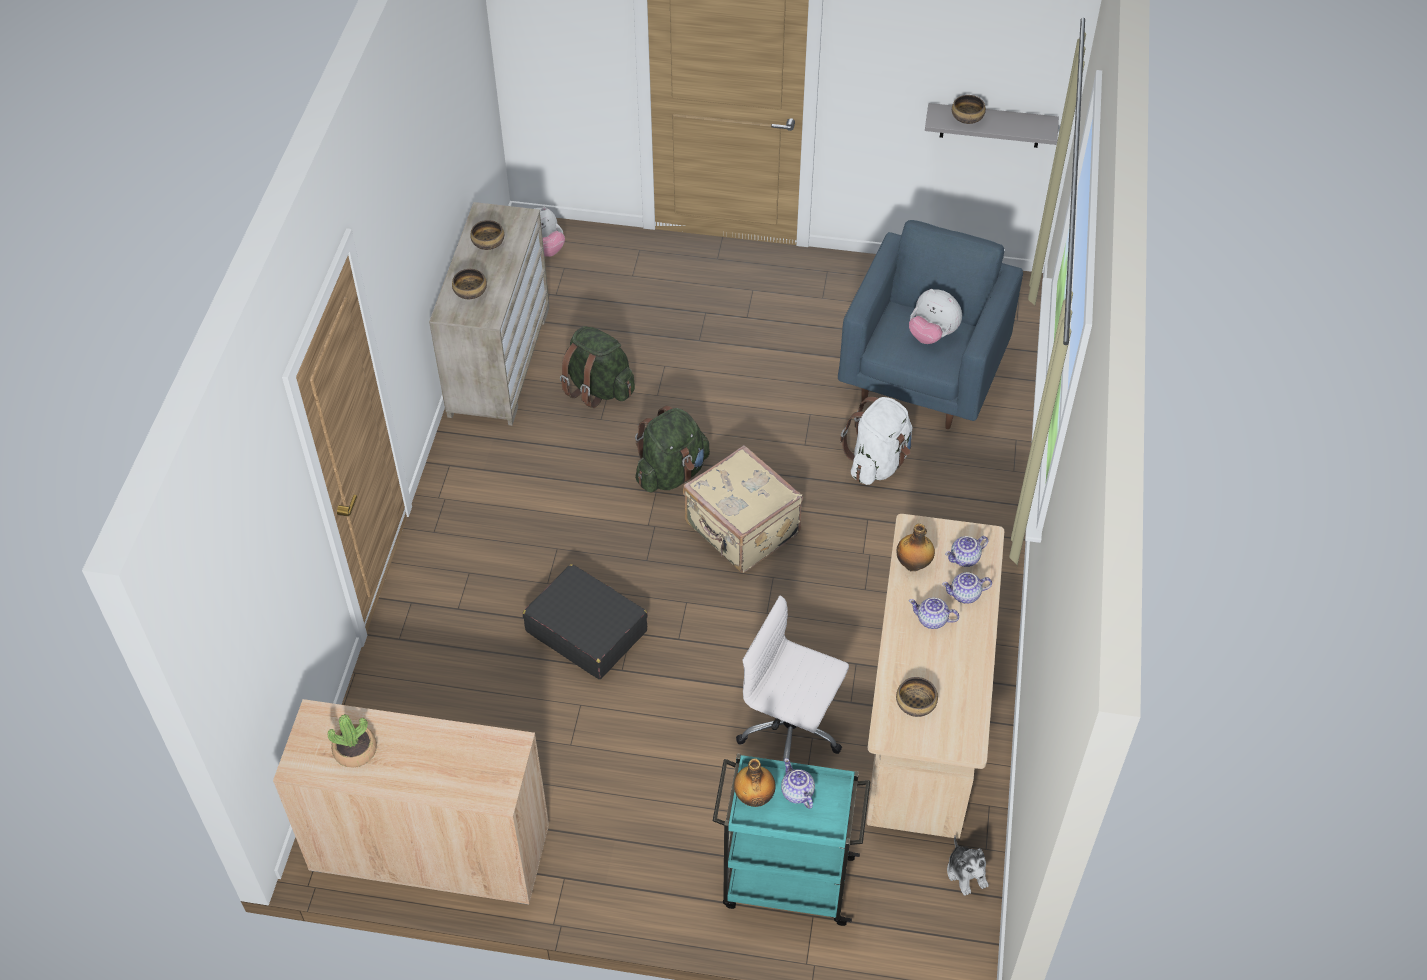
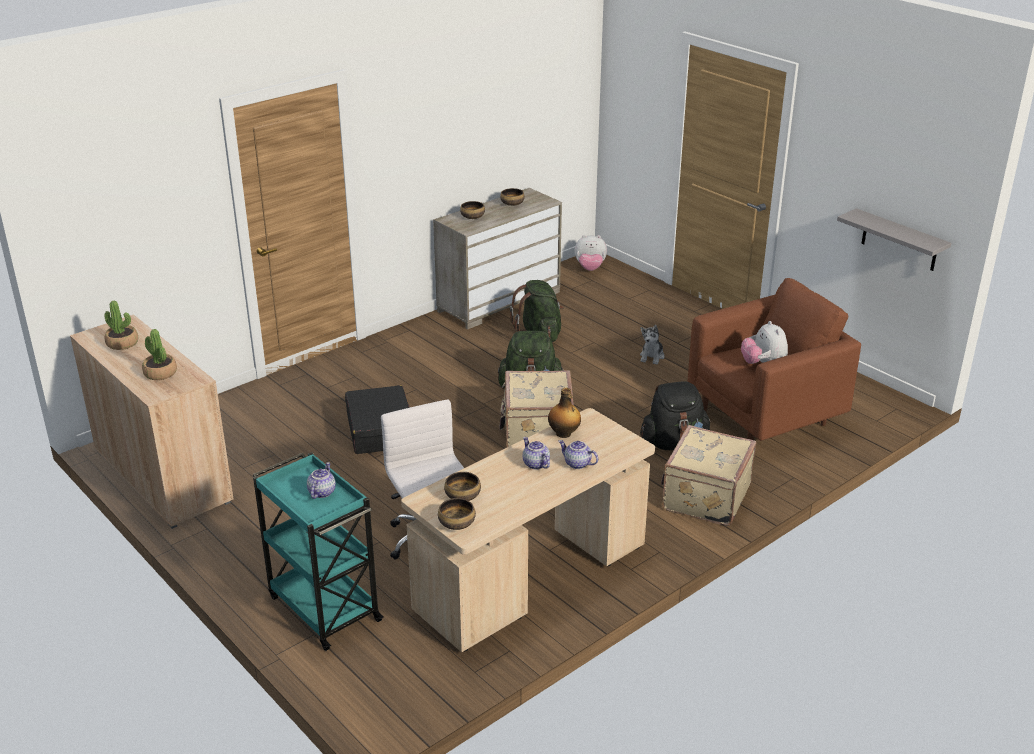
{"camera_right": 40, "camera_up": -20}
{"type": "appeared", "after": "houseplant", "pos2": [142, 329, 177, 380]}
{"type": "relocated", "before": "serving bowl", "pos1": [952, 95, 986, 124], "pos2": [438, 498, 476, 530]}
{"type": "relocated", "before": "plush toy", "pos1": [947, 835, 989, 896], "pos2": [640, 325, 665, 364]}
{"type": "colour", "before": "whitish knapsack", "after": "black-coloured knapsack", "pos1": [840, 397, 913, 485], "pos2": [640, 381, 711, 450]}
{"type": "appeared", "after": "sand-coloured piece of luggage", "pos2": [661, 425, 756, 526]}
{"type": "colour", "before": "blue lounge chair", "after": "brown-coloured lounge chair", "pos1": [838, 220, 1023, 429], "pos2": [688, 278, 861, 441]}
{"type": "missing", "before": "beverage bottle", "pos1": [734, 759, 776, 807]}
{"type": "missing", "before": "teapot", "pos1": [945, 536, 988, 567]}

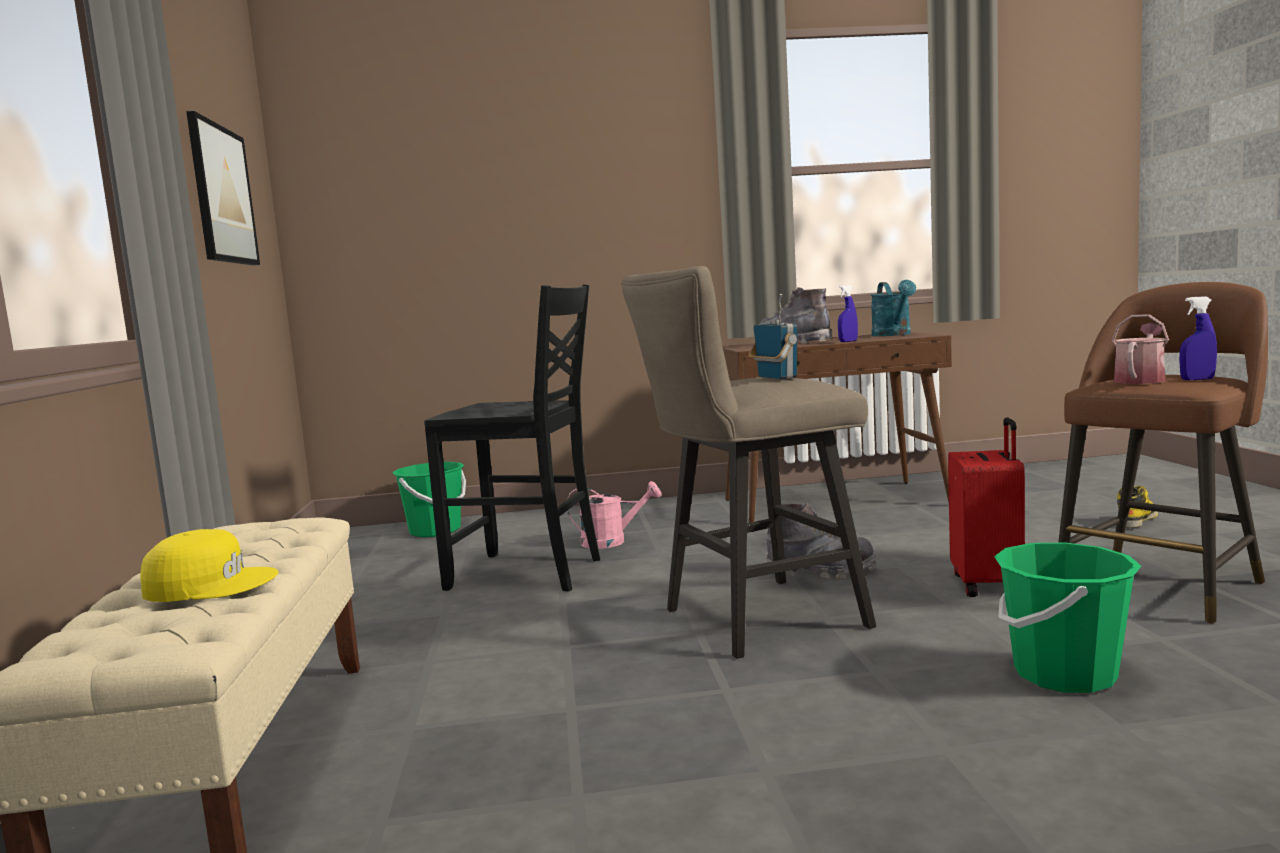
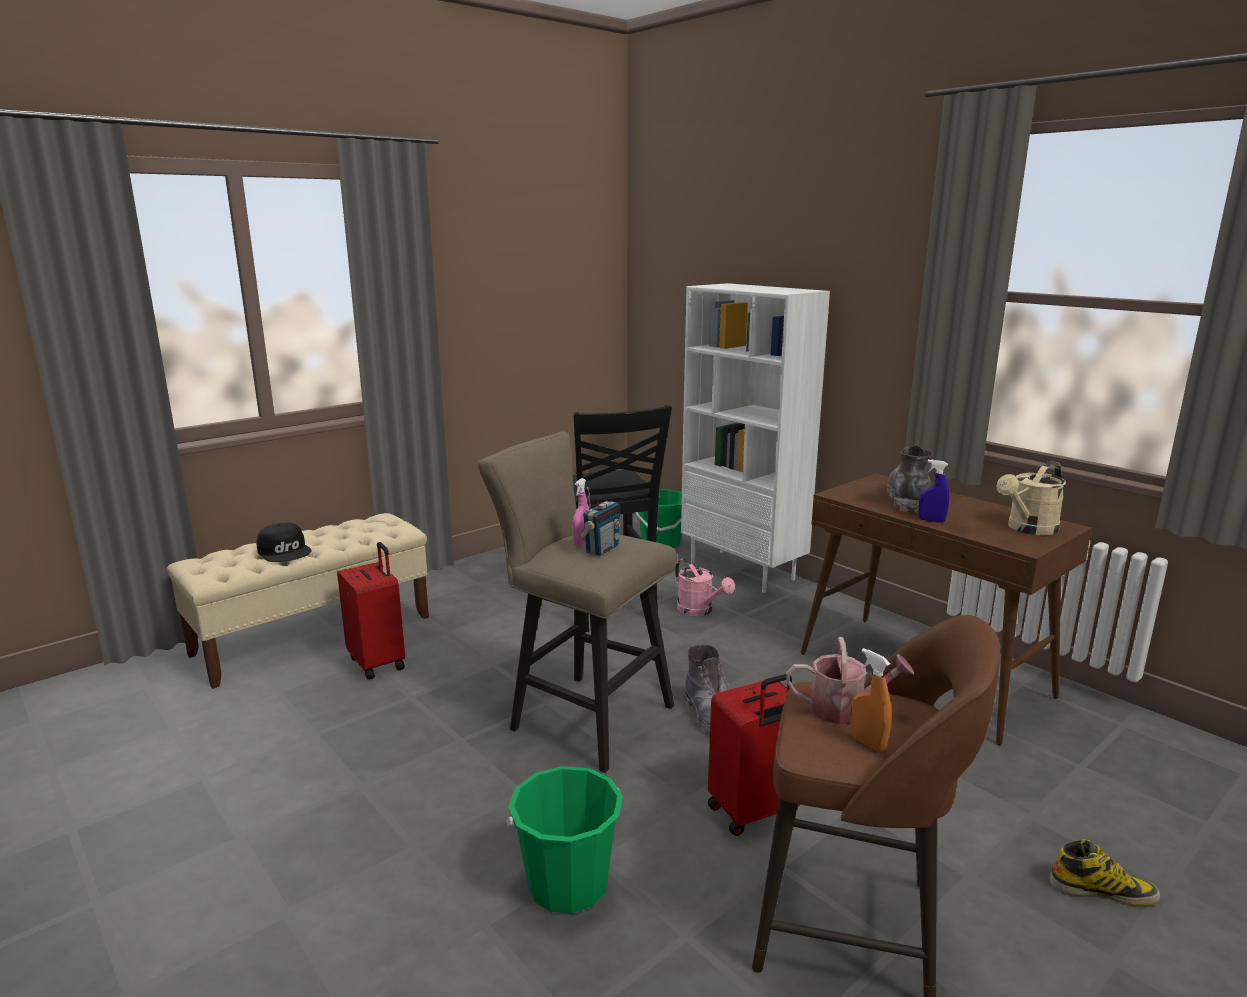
{"camera_right": 55, "camera_up": 10}
{"type": "colour", "before": "yellow baseball cap", "after": "black-coloured baseball cap", "pos1": [140, 529, 278, 602], "pos2": [257, 522, 312, 562]}
{"type": "appeared", "after": "red piece of luggage", "pos2": [337, 542, 405, 680]}
{"type": "appeared", "after": "pink-coloured hand sprayer", "pos2": [573, 478, 589, 546]}
{"type": "appeared", "after": "whitish bookshelf", "pos2": [681, 283, 830, 593]}
{"type": "colour", "before": "blue hand sprayer", "after": "orange-coloured hand sprayer", "pos1": [1179, 296, 1217, 380], "pos2": [850, 648, 892, 752]}
{"type": "colour", "before": "turquoise watering can", "after": "sand-coloured watering can", "pos1": [871, 280, 916, 336], "pos2": [997, 461, 1066, 535]}
{"type": "missing", "before": "picture", "pos1": [186, 111, 260, 265]}

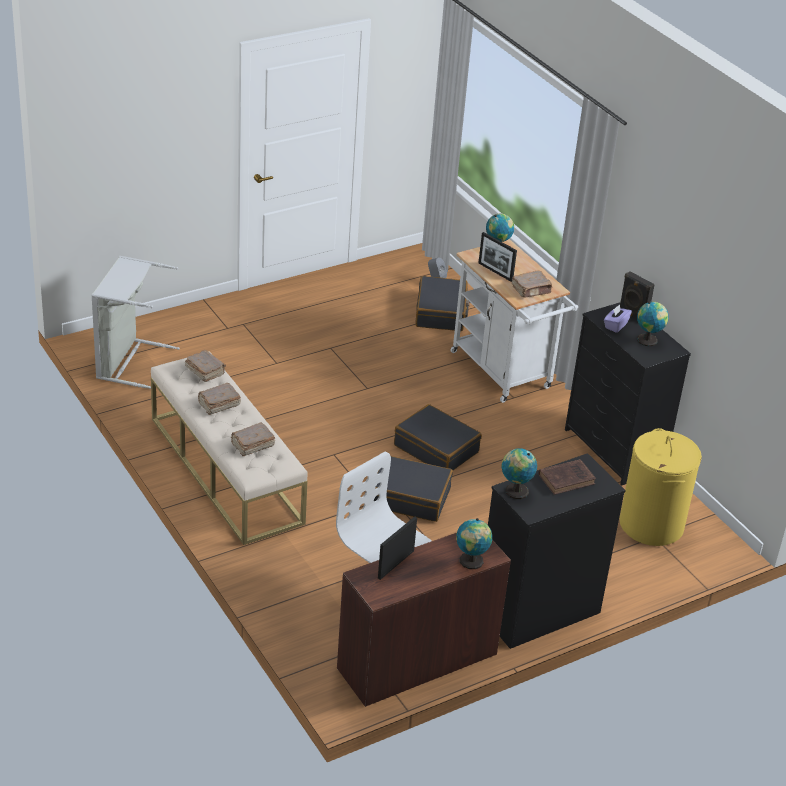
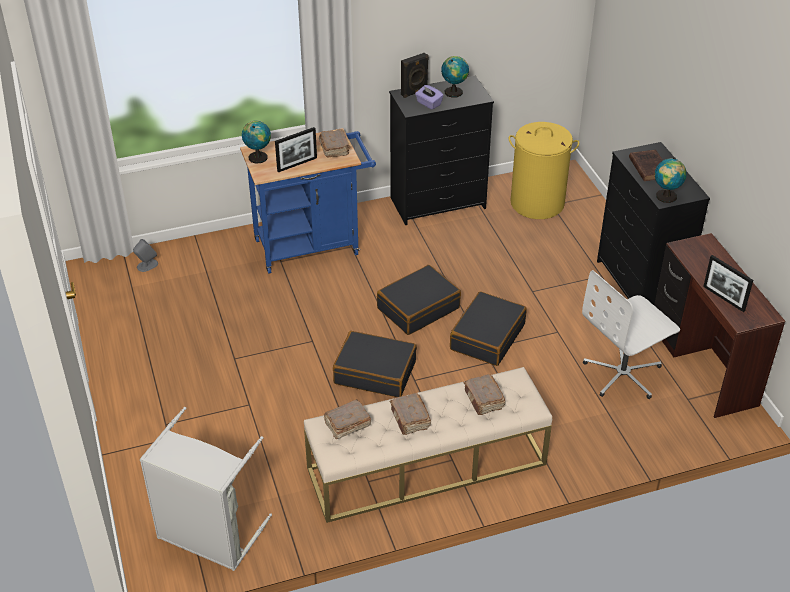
{"camera_right": -75, "camera_up": 5}
{"type": "colour", "before": "whitish wheeled cart", "after": "blue wheeled cart", "pos1": [450, 239, 578, 403], "pos2": [240, 128, 376, 273]}
{"type": "relocated", "before": "black-coloured piece of luggage", "pos1": [416, 276, 470, 331], "pos2": [333, 331, 417, 397]}
{"type": "missing", "before": "desk globe", "pos1": [456, 518, 492, 569]}

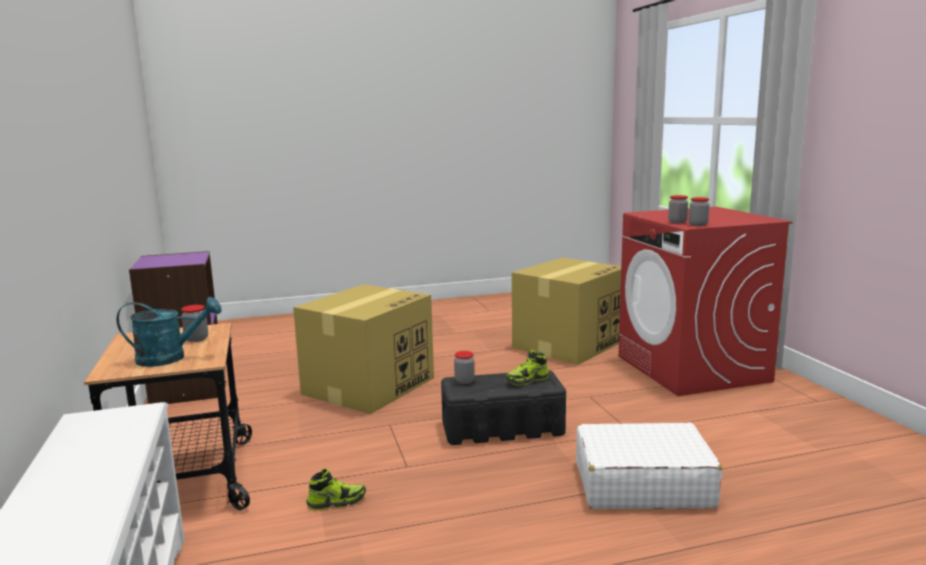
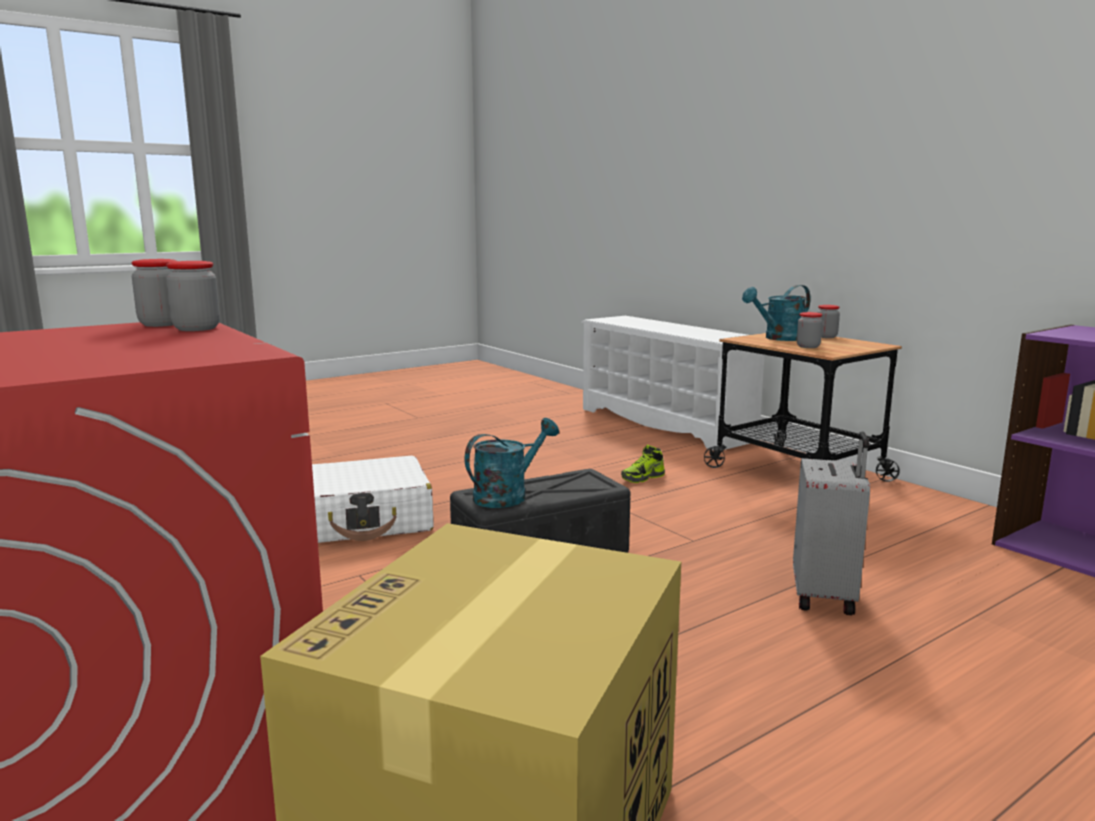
{"camera_right": 160, "camera_up": 0}
{"type": "exchanged", "before": "shoe", "after": "turquoise watering can", "pos1": [505, 349, 549, 386], "pos2": [465, 418, 559, 508]}
{"type": "exchanged", "before": "carton", "after": "grey piece of luggage", "pos1": [293, 284, 434, 414], "pos2": [793, 432, 870, 615]}
{"type": "relocated", "before": "preserve jar", "pos1": [454, 351, 475, 384], "pos2": [817, 305, 840, 338]}

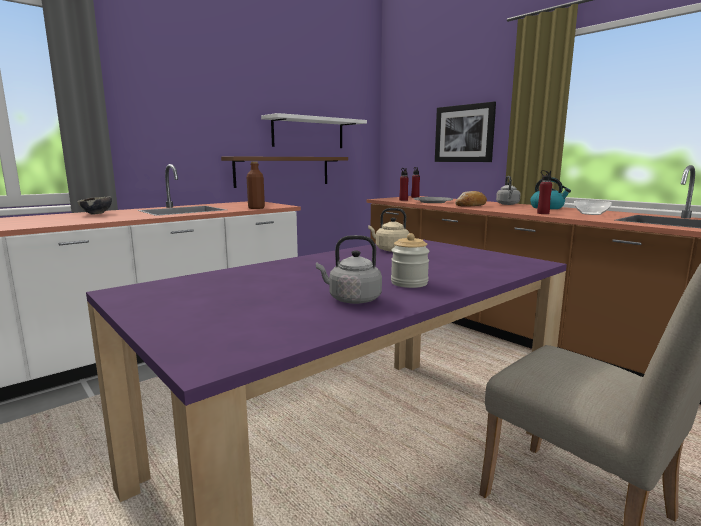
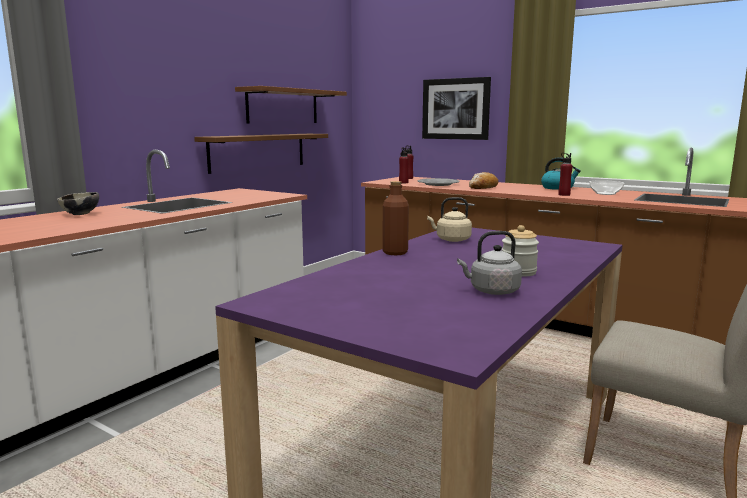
{"camera_right": -15, "camera_up": 0}
{"type": "colour", "before": "whitish bracket shelf", "after": "brown-coloured bracket shelf", "pos1": [261, 113, 367, 148], "pos2": [235, 86, 347, 123]}
{"type": "relocated", "before": "brown-coloured beverage bottle", "pos1": [247, 161, 265, 209], "pos2": [383, 181, 409, 255]}
{"type": "missing", "before": "grey water kettle", "pos1": [496, 176, 520, 205]}

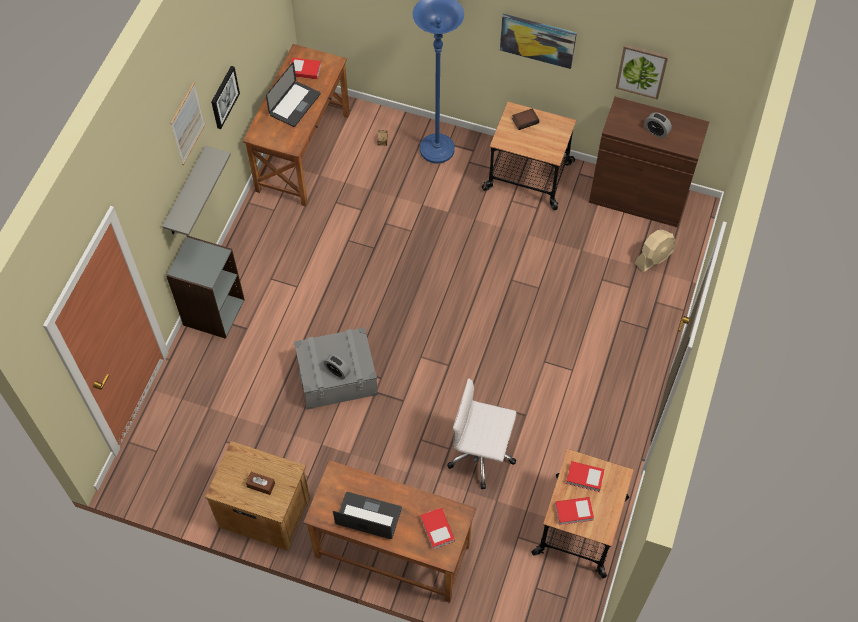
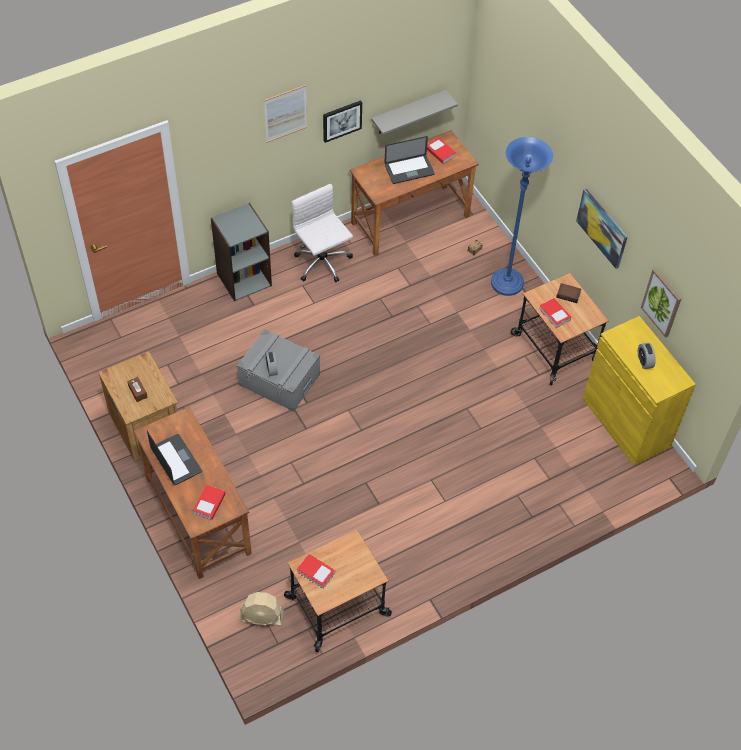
{"camera_right": 40, "camera_up": -5}
{"type": "relocated", "before": "sand-coloured cooling fan", "pos1": [635, 230, 676, 272], "pos2": [240, 592, 285, 626]}
{"type": "relocated", "before": "whitish office chair", "pos1": [447, 378, 516, 489], "pos2": [292, 184, 353, 282]}
{"type": "relocated", "before": "grey bracket shelf", "pos1": [162, 146, 231, 236], "pos2": [371, 90, 458, 135]}
{"type": "relocated", "before": "volume", "pos1": [566, 461, 605, 492], "pos2": [539, 298, 571, 328]}
{"type": "colour", "before": "brown-coloured storage cabinet", "after": "yellow storage cabinet", "pos1": [589, 97, 709, 227], "pos2": [583, 316, 696, 466]}

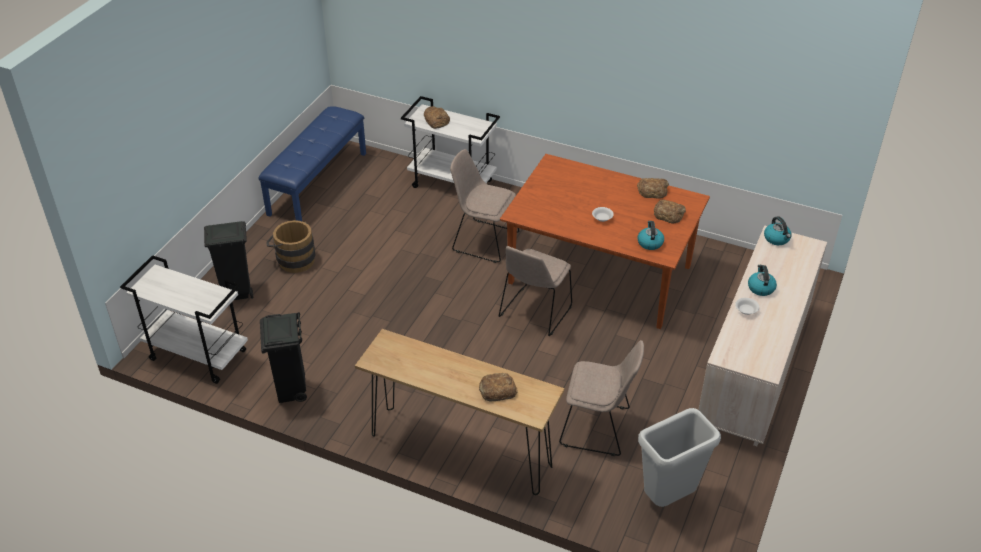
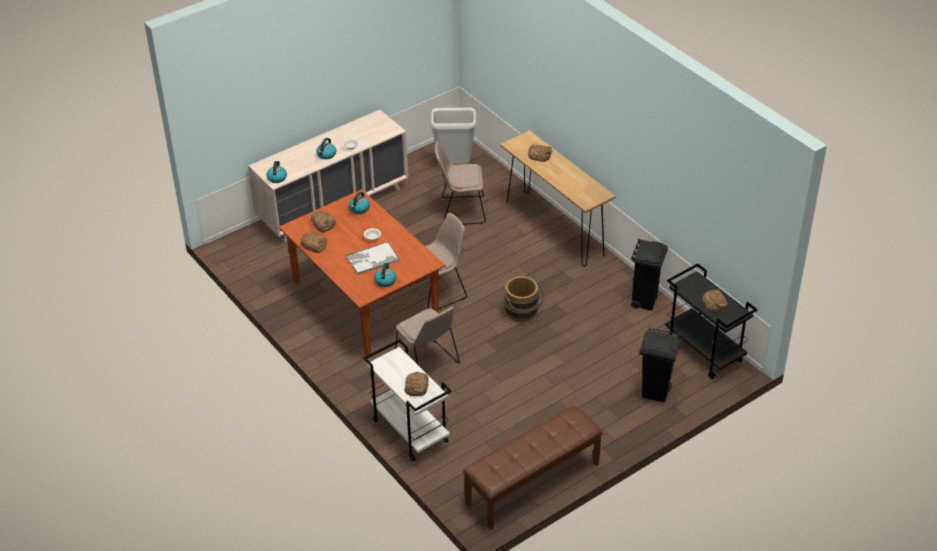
{"camera_right": -150, "camera_up": 0}
{"type": "appeared", "after": "carrying tray", "pos2": [346, 242, 400, 275]}
{"type": "appeared", "after": "water kettle", "pos2": [374, 263, 396, 287]}
{"type": "spun", "before": "sand-coloured upright chair", "pos1": [559, 340, 644, 456], "pos2": [435, 141, 486, 224], "turn": -45}
{"type": "colour", "before": "blue indoor bench", "after": "brown-coloured indoor bench", "pos1": [259, 106, 366, 221], "pos2": [463, 406, 603, 530]}
{"type": "relocated", "before": "brown-coloured water bucket", "pos1": [266, 220, 316, 273], "pos2": [504, 276, 545, 322]}
{"type": "colour", "before": "whitish wheeled cart", "after": "black-coloured wheeled cart", "pos1": [120, 255, 248, 384], "pos2": [665, 263, 758, 379]}
{"type": "appeared", "after": "bakery bread", "pos2": [702, 289, 728, 312]}

